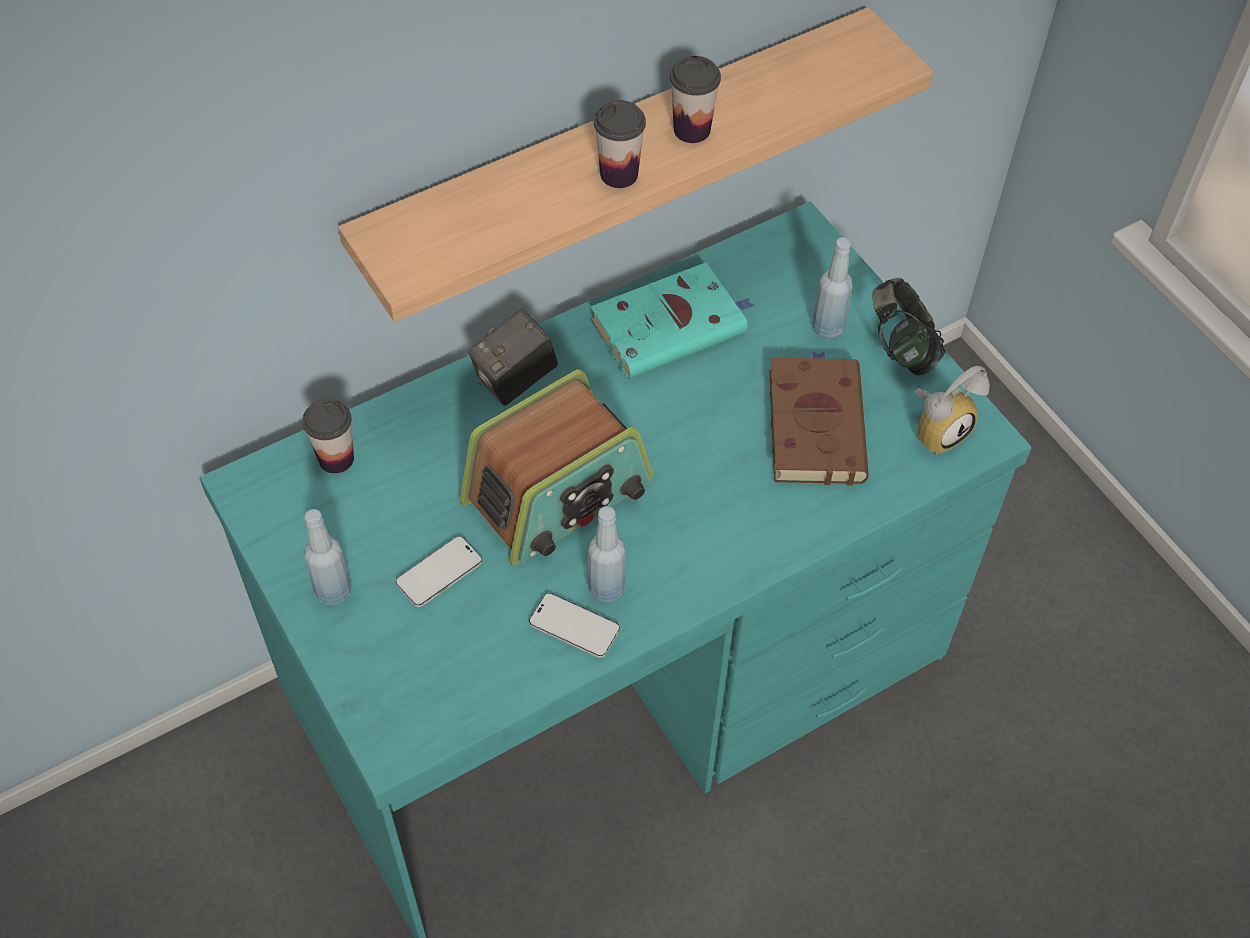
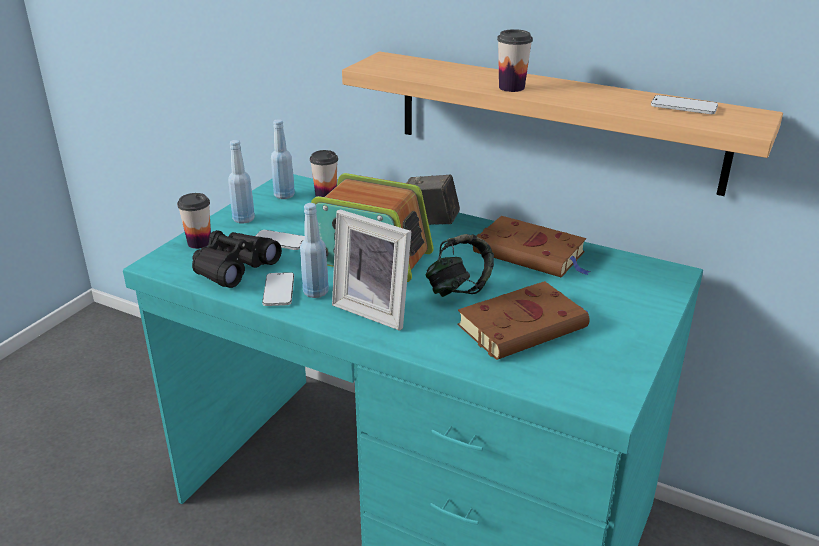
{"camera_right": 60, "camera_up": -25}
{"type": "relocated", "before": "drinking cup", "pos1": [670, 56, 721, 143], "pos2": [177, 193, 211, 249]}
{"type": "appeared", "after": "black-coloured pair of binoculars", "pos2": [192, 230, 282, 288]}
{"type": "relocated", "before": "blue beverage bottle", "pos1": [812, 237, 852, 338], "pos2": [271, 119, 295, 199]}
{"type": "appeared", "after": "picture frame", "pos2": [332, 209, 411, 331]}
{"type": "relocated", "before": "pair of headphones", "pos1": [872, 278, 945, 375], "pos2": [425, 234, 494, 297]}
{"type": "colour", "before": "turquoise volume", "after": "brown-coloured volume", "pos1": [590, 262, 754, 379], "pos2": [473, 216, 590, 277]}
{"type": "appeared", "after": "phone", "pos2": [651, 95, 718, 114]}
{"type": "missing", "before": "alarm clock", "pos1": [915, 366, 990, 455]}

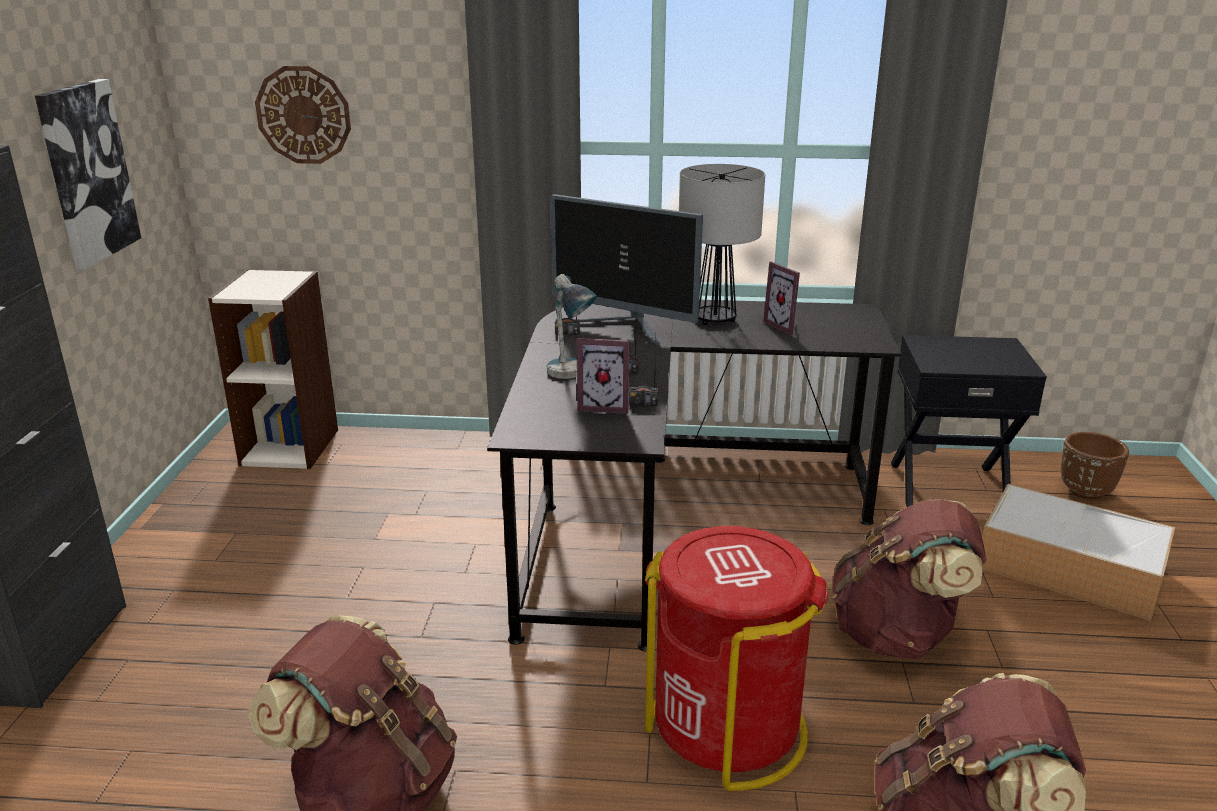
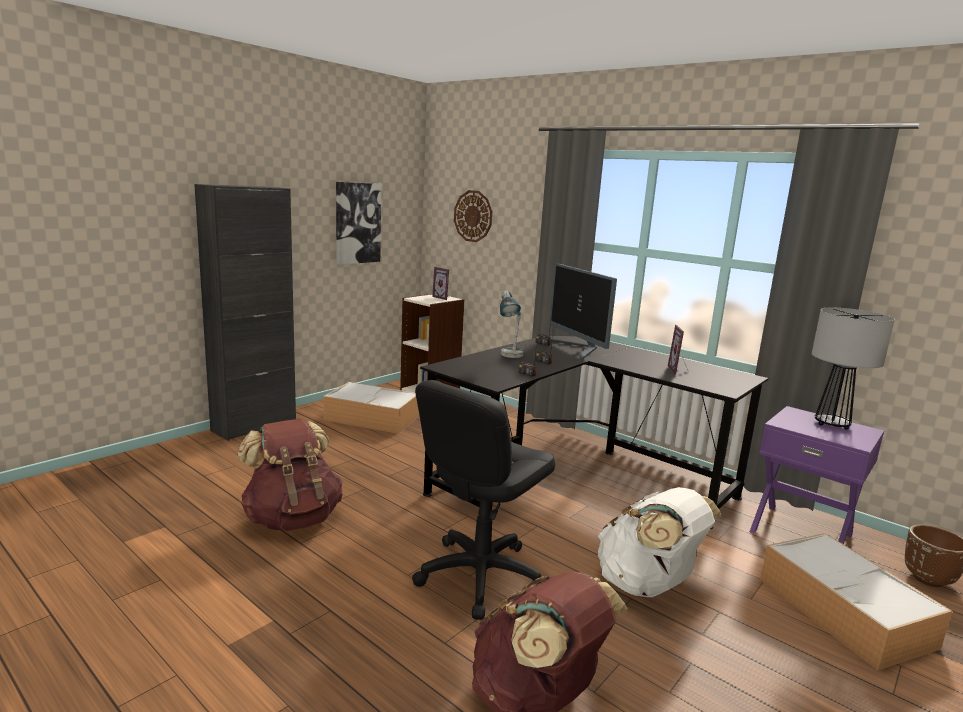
{"camera_right": 35, "camera_up": -10}
{"type": "appeared", "after": "storage bin", "pos2": [323, 382, 419, 434]}
{"type": "exchanged", "before": "red rubbish bin", "after": "black-coloured office chair", "pos1": [645, 526, 828, 791], "pos2": [412, 380, 555, 620]}
{"type": "relocated", "before": "picture frame", "pos1": [577, 338, 629, 414], "pos2": [432, 267, 449, 300]}
{"type": "colour", "before": "brown-coloured knapsack", "after": "whitish knapsack", "pos1": [832, 499, 986, 659], "pos2": [598, 487, 721, 597]}
{"type": "colour", "before": "black-coloured bedside table", "after": "purple-coloured bedside table", "pos1": [891, 335, 1047, 507], "pos2": [750, 406, 884, 544]}
{"type": "relocated", "before": "lamp for a table", "pos1": [679, 164, 765, 325], "pos2": [812, 308, 895, 429]}

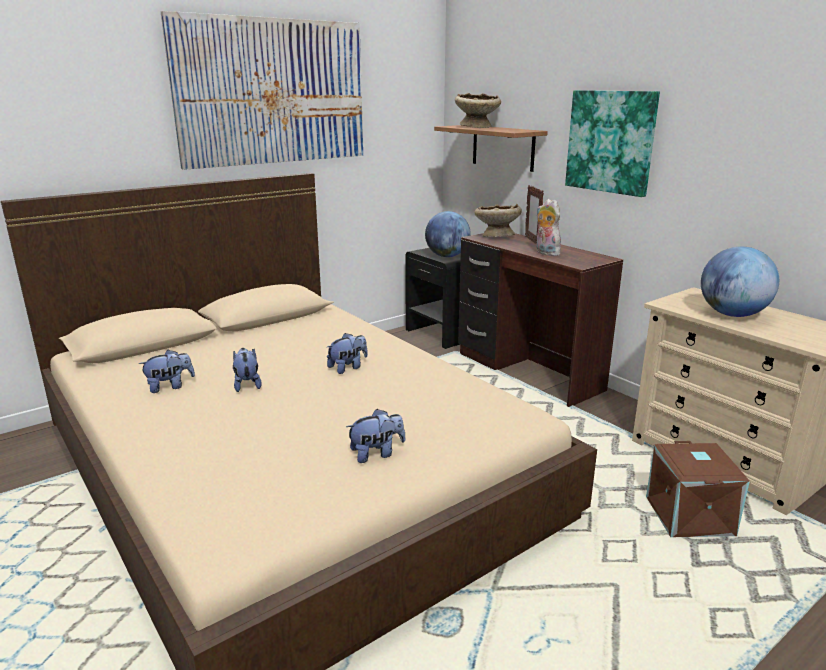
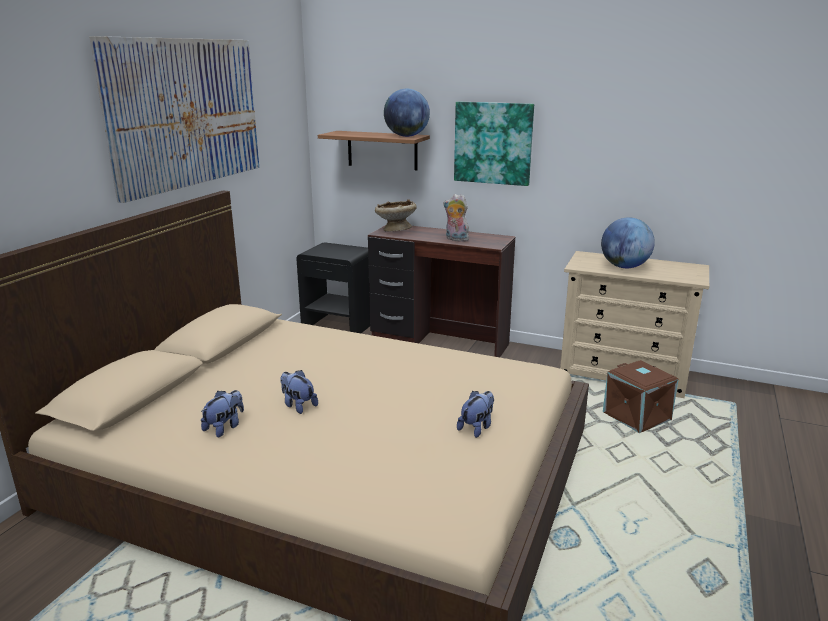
{"camera_right": -30, "camera_up": 0}
{"type": "relocated", "before": "desk globe", "pos1": [425, 211, 471, 257], "pos2": [384, 89, 430, 137]}
{"type": "missing", "before": "plush toy", "pos1": [327, 333, 368, 374]}
{"type": "missing", "before": "sand-coloured serving bowl", "pos1": [455, 93, 501, 128]}
{"type": "missing", "before": "picture frame", "pos1": [525, 185, 544, 243]}

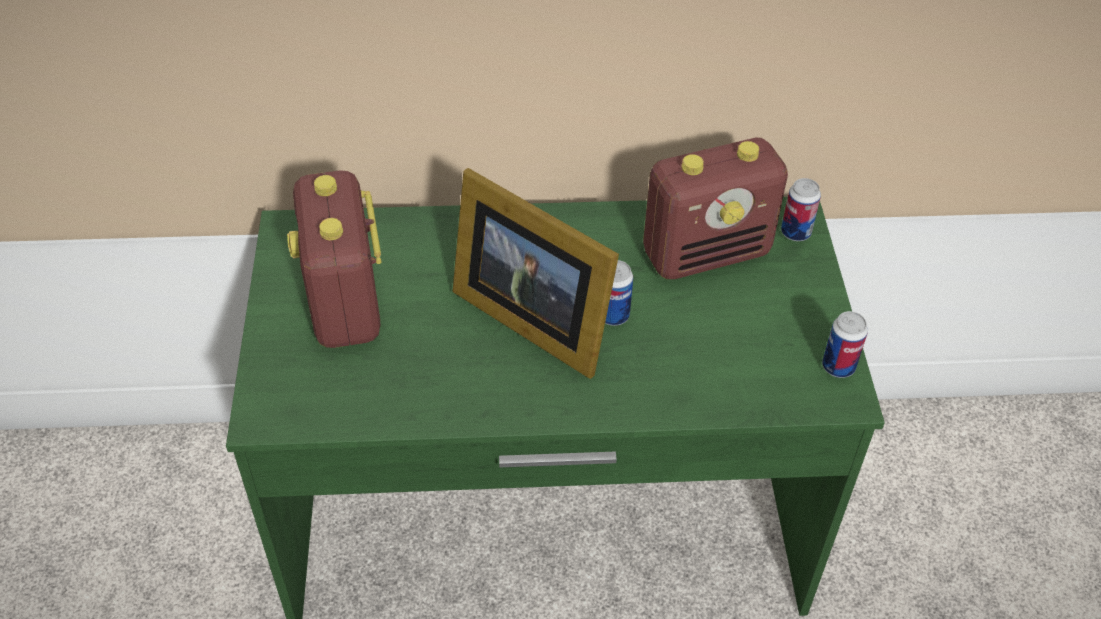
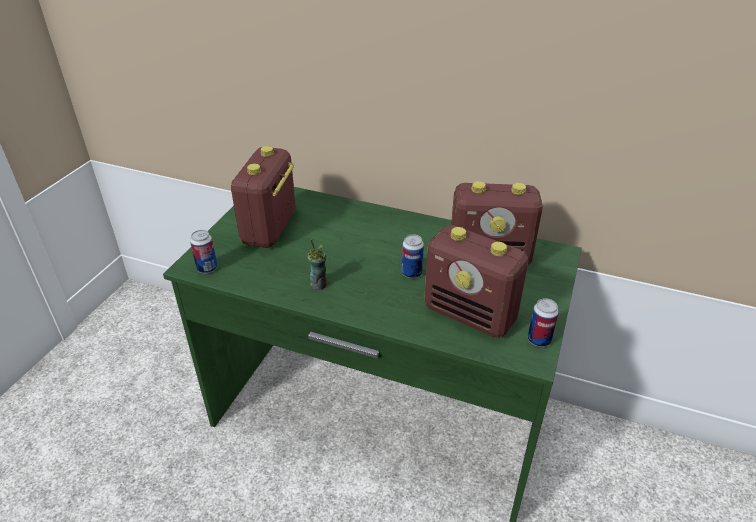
{"camera_right": 25, "camera_up": -10}
{"type": "relocated", "before": "can", "pos1": [781, 178, 821, 241], "pos2": [190, 230, 217, 273]}
{"type": "appeared", "after": "drinking cup", "pos2": [308, 239, 327, 290]}
{"type": "appeared", "after": "radio set", "pos2": [424, 225, 528, 338]}
{"type": "missing", "before": "picture frame", "pos1": [452, 168, 619, 379]}

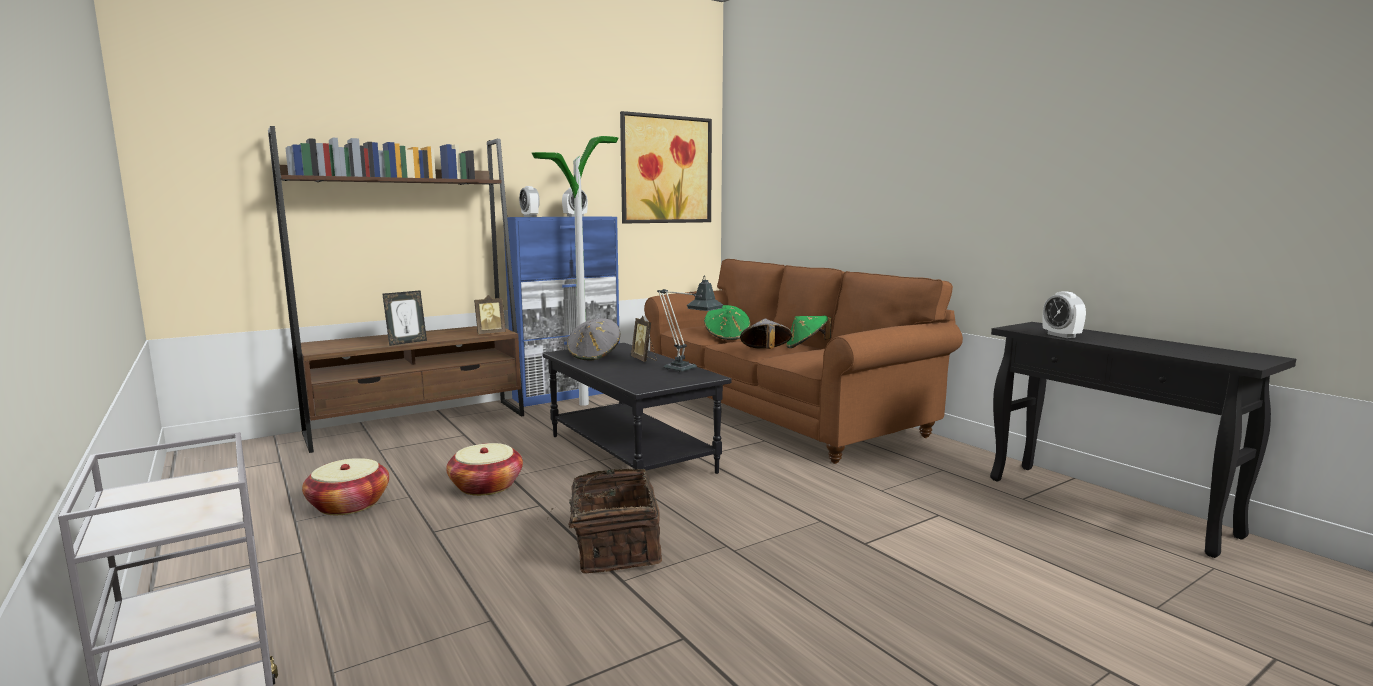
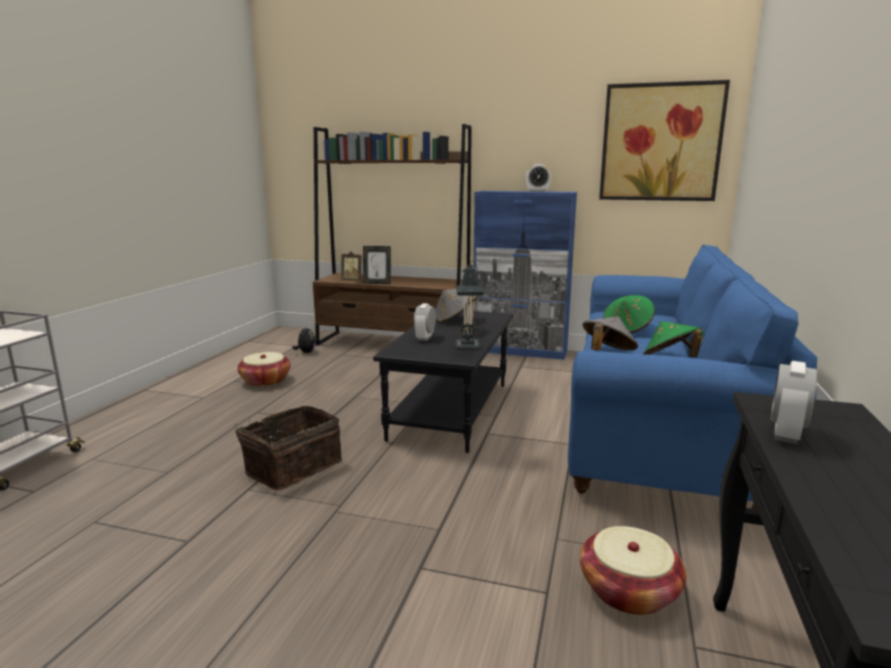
{"camera_right": 50, "camera_up": 5}
{"type": "appeared", "after": "plush toy", "pos2": [292, 327, 316, 353]}
{"type": "relocated", "before": "picture frame", "pos1": [474, 295, 506, 335], "pos2": [341, 251, 362, 282]}
{"type": "relocated", "before": "alarm clock", "pos1": [519, 186, 540, 217], "pos2": [414, 303, 436, 341]}
{"type": "colour", "before": "brown-coloured sofa", "after": "blue sofa", "pos1": [644, 259, 963, 464], "pos2": [568, 244, 817, 509]}
{"type": "relocated", "before": "household basket", "pos1": [446, 443, 523, 496], "pos2": [580, 526, 686, 615]}
{"type": "missing", "before": "standard lamp", "pos1": [532, 136, 618, 406]}

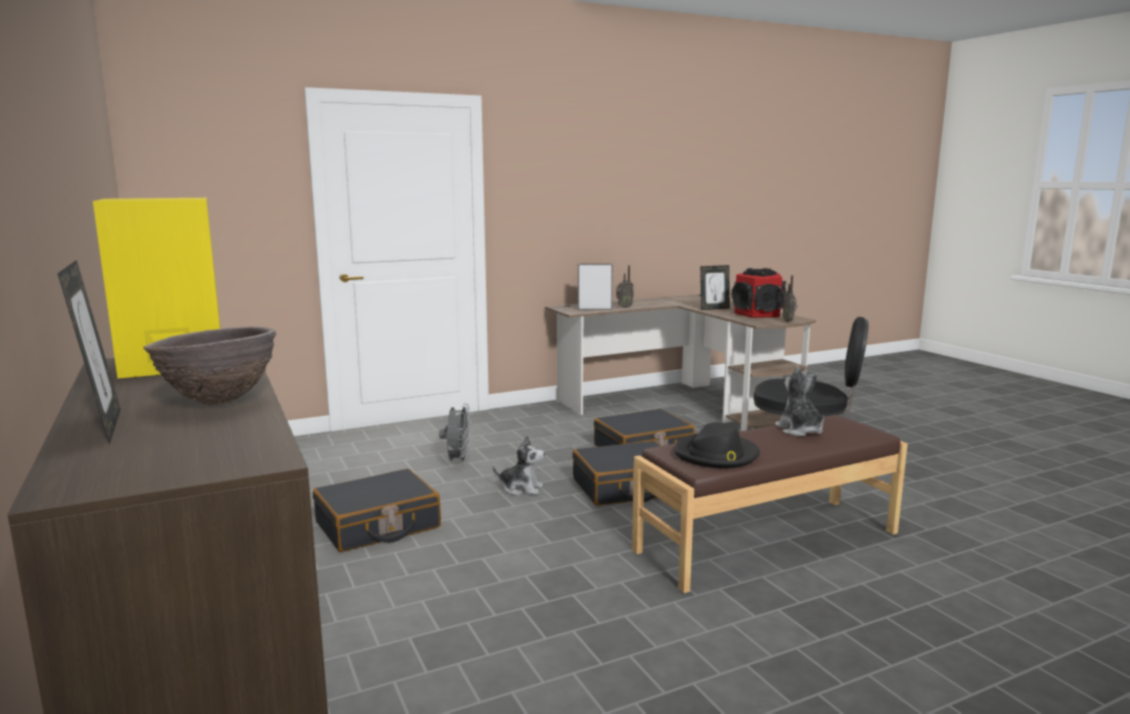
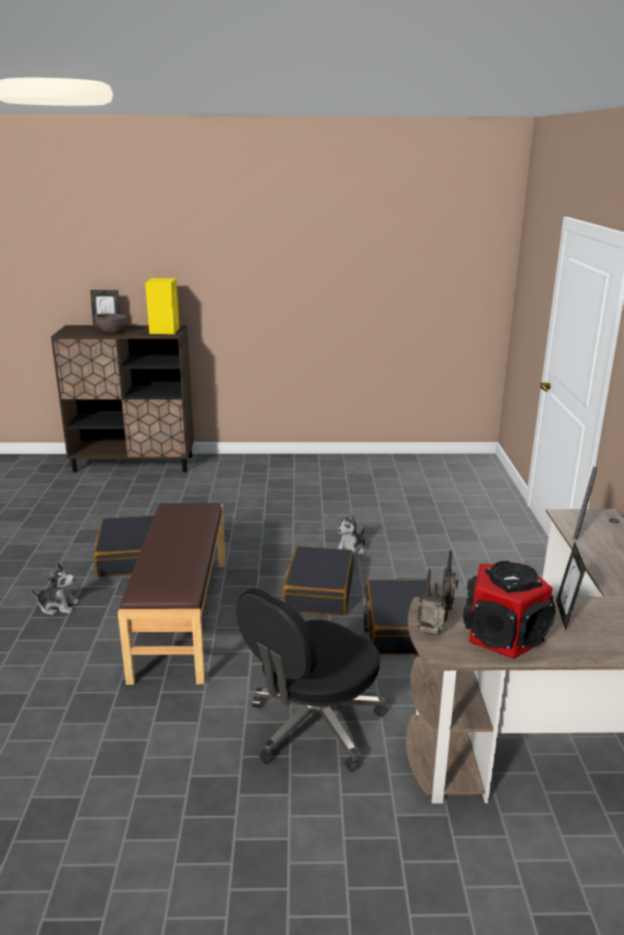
{"camera_right": 115, "camera_up": 10}
{"type": "relocated", "before": "plush toy", "pos1": [775, 366, 824, 436], "pos2": [30, 562, 79, 615]}
{"type": "relocated", "before": "black-coloured piece of luggage", "pos1": [313, 469, 441, 552], "pos2": [94, 515, 154, 577]}
{"type": "relocated", "before": "radio set", "pos1": [616, 265, 634, 308], "pos2": [442, 550, 458, 611]}
{"type": "missing", "before": "grey cooling fan", "pos1": [439, 403, 472, 465]}
{"type": "missing", "before": "black-coloured hat", "pos1": [675, 422, 760, 468]}

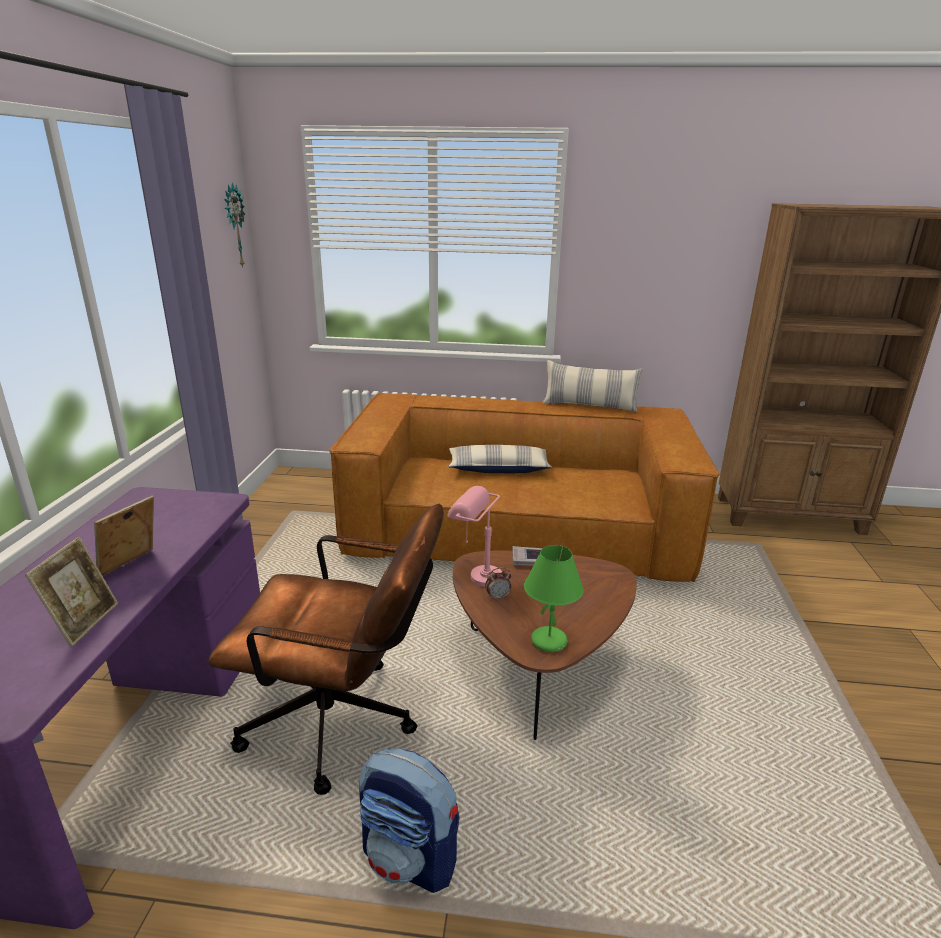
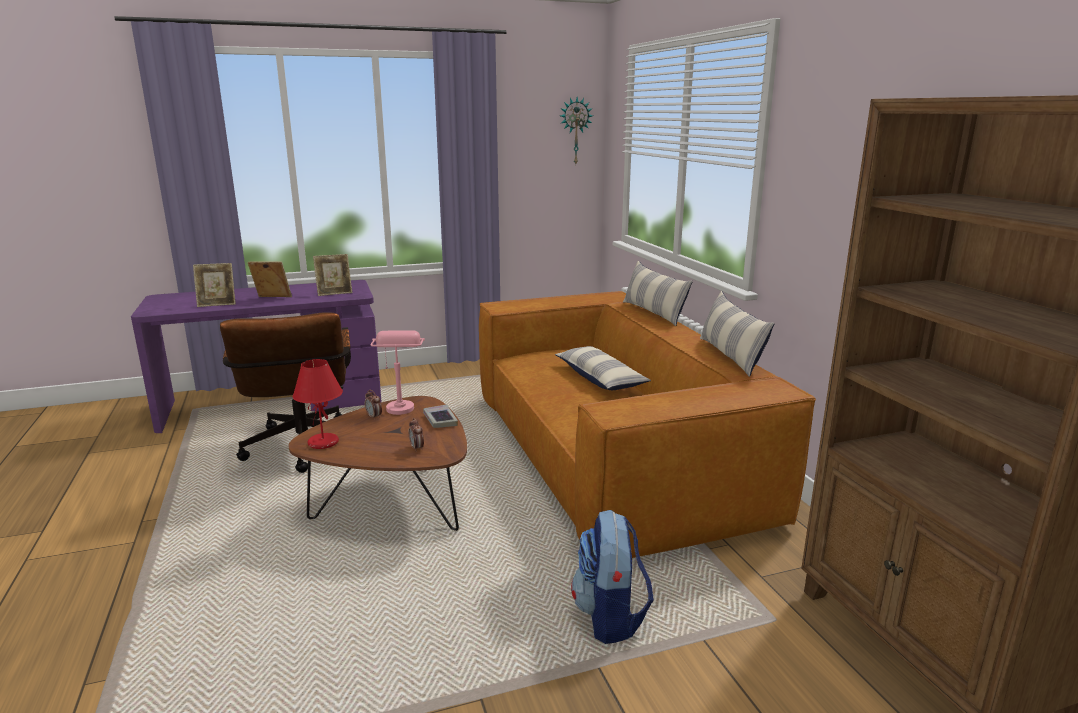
{"camera_right": 65, "camera_up": -5}
{"type": "colour", "before": "greenish lamp for a table", "after": "red lamp for a table", "pos1": [524, 545, 584, 652], "pos2": [293, 359, 343, 449]}
{"type": "appeared", "after": "picture frame", "pos2": [313, 254, 352, 296]}
{"type": "appeared", "after": "alarm clock", "pos2": [408, 418, 424, 452]}
{"type": "relocated", "before": "knapsack", "pos1": [359, 748, 460, 893], "pos2": [571, 510, 654, 644]}
{"type": "appeared", "after": "cushion", "pos2": [623, 261, 693, 326]}

